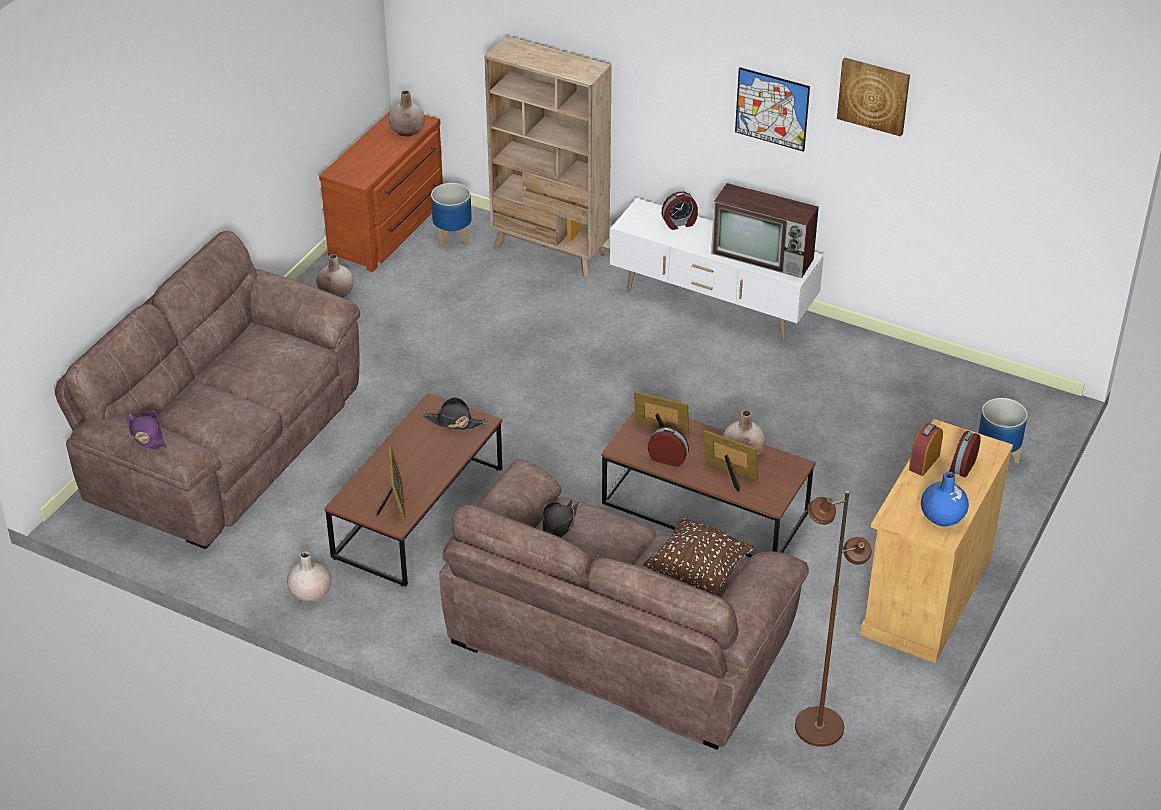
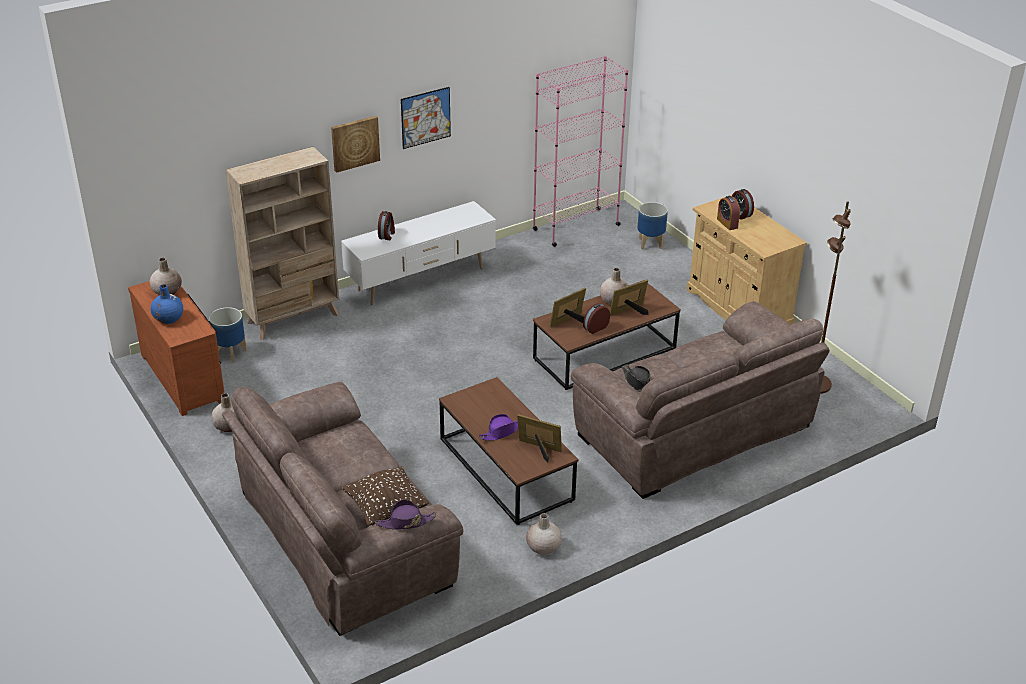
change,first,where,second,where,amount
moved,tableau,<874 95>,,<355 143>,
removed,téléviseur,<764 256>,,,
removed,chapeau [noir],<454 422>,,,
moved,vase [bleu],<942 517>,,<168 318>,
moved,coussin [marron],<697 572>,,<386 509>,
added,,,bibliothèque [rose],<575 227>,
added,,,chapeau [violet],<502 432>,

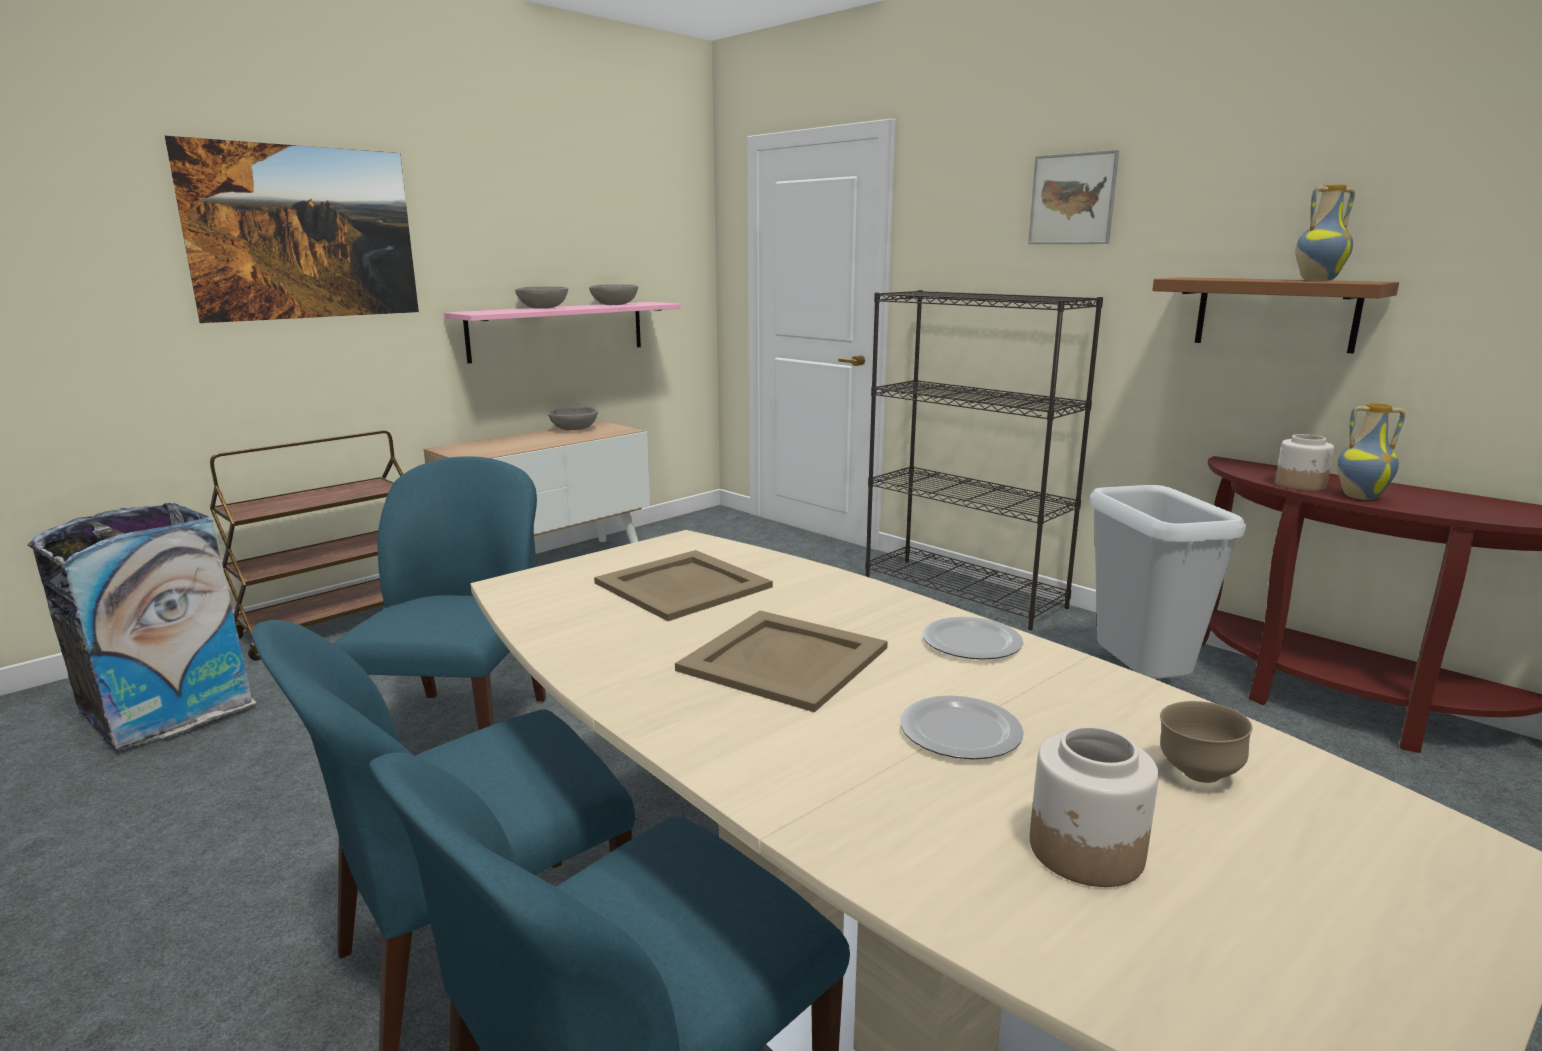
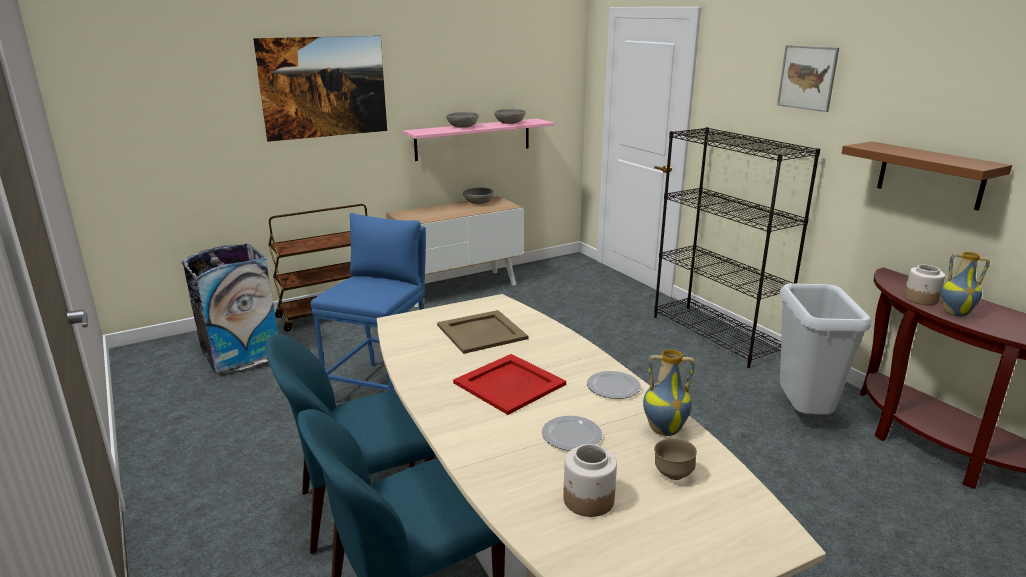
change,first,where,second,where,amount
moved,vase,<1317 280>,,<664 429>,
replaced,chaise [bleu],<460 734>,tabouret [bleu],<382 389>,
recoloured,plateau [beige],<783 658>,plateau [rouge],<509 383>,

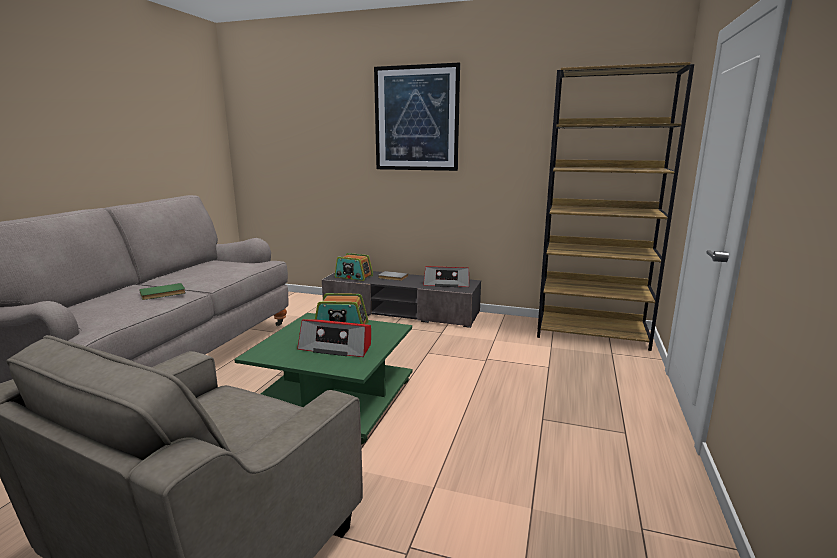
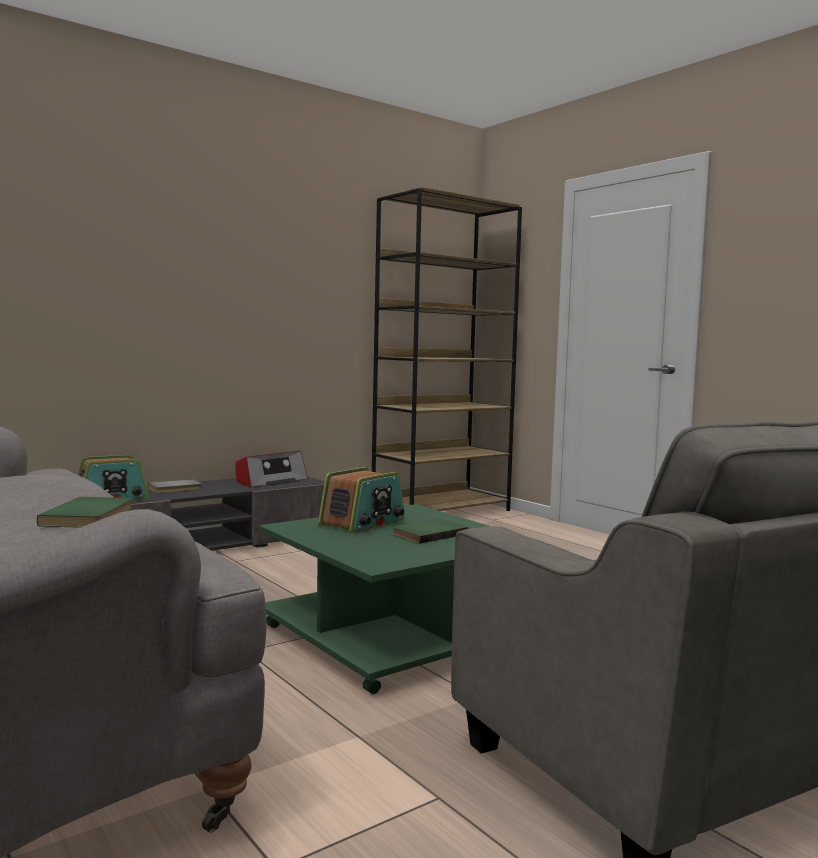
change,first,where,second,where,amount
removed,tableau,<416 119>,,,
replaced,radio,<336 347>,livre [vert],<427 534>,

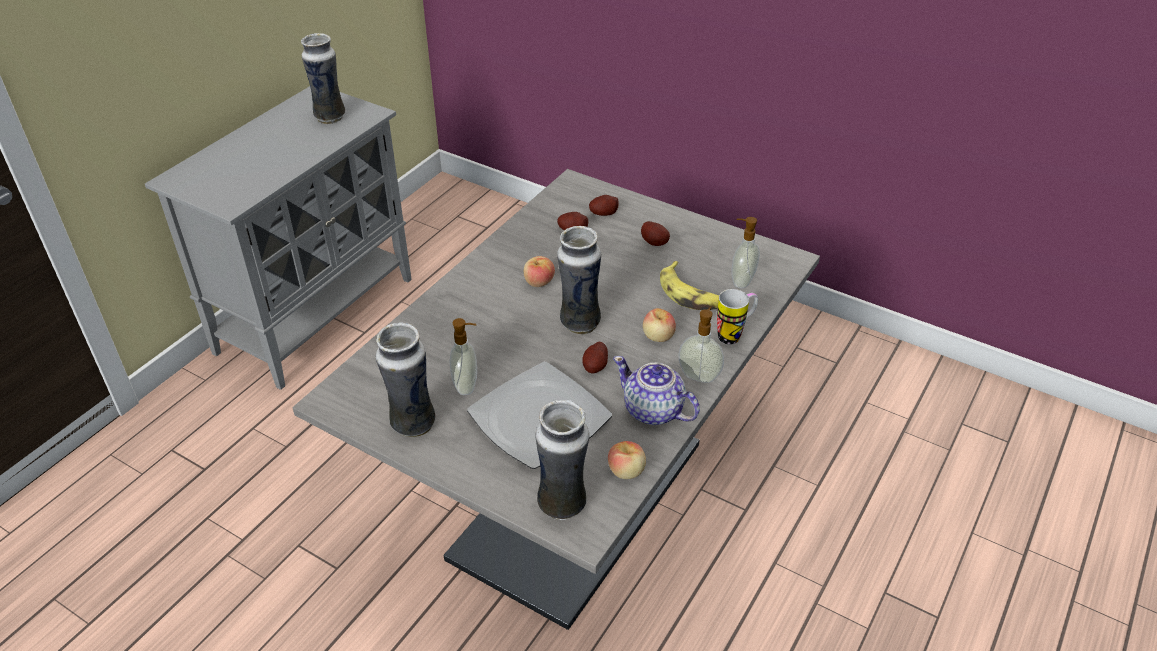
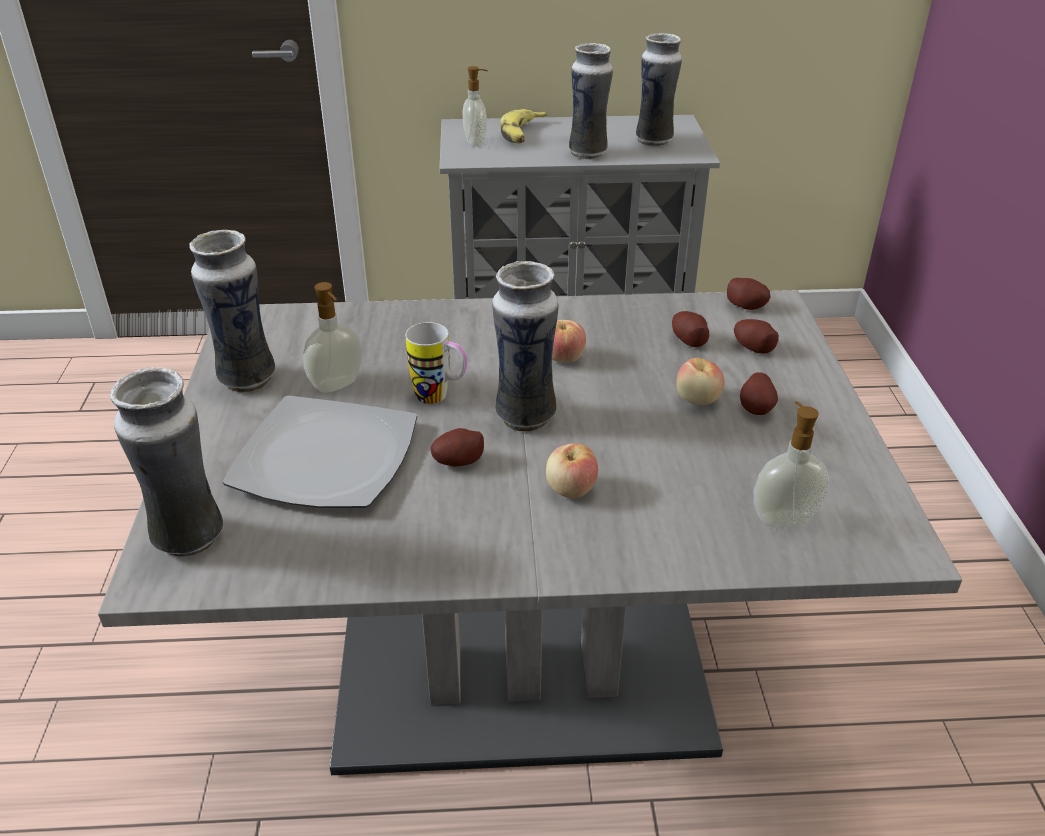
change,first,where,second,where,amount
moved,banane,<690 294>,,<522 134>,
moved,mug,<734 335>,,<440 398>,
moved,distributeur de savon,<699 375>,,<476 142>,
removed,théière,<653 411>,,,
moved,pomme,<626 471>,,<697 400>,
added,,,vase,<588 153>,
added,,,pomme de terre,<746 305>,

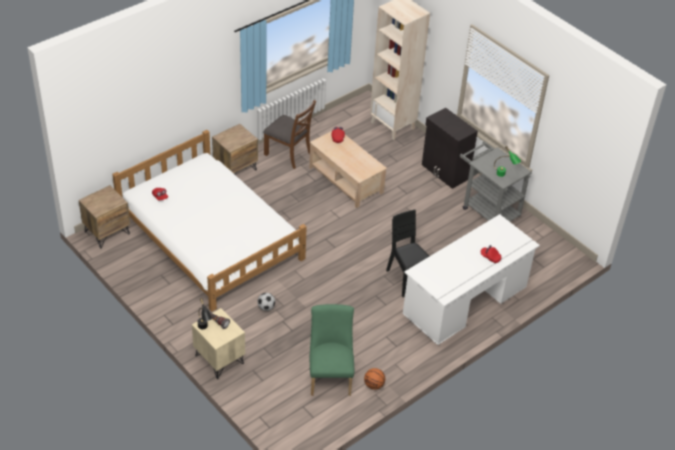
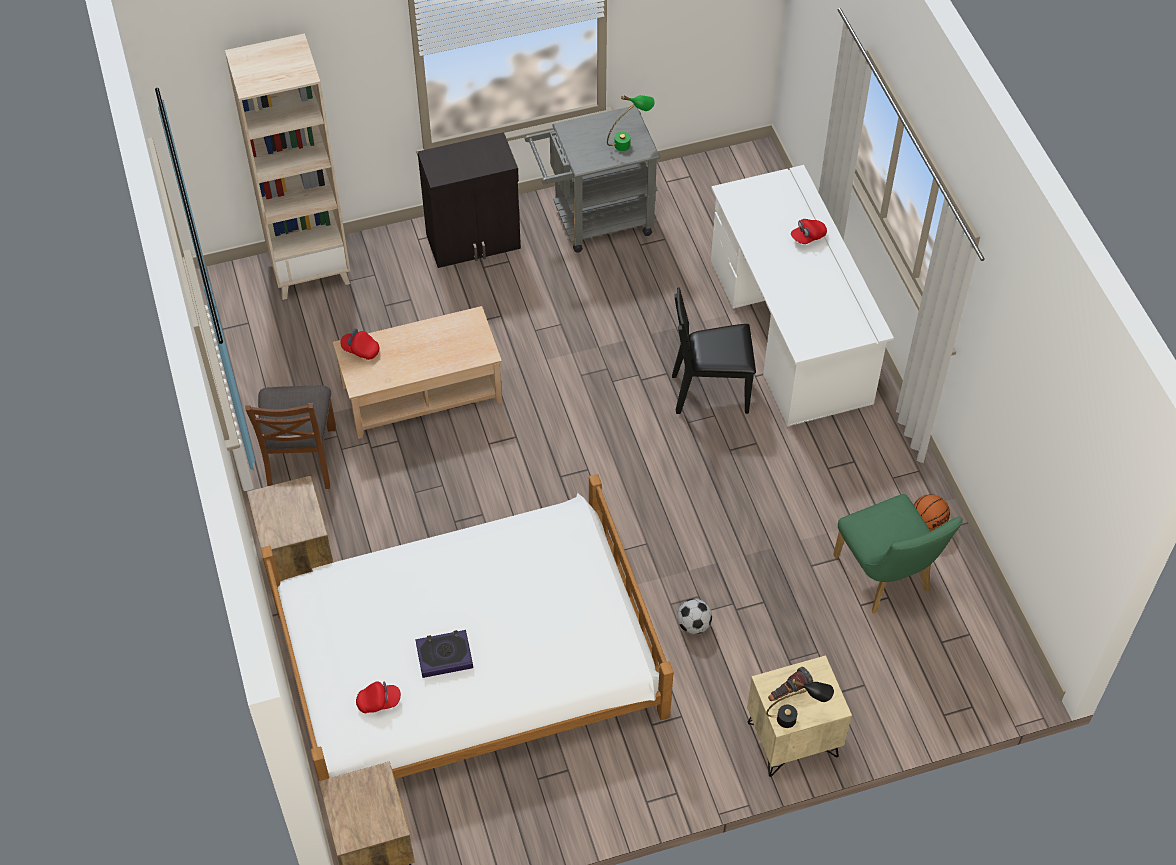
change,first,where,second,where,amount
turned,chaise [marron],<288 154>,,<300 458>,120 degrees clockwise
turned,chaise [vert],<330 375>,,<886 579>,135 degrees counterclockwise
added,,,livre,<444 655>,

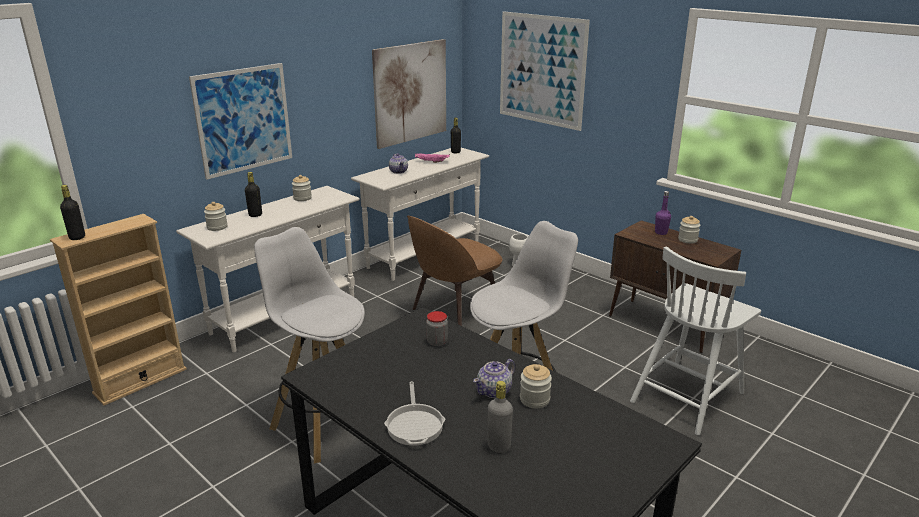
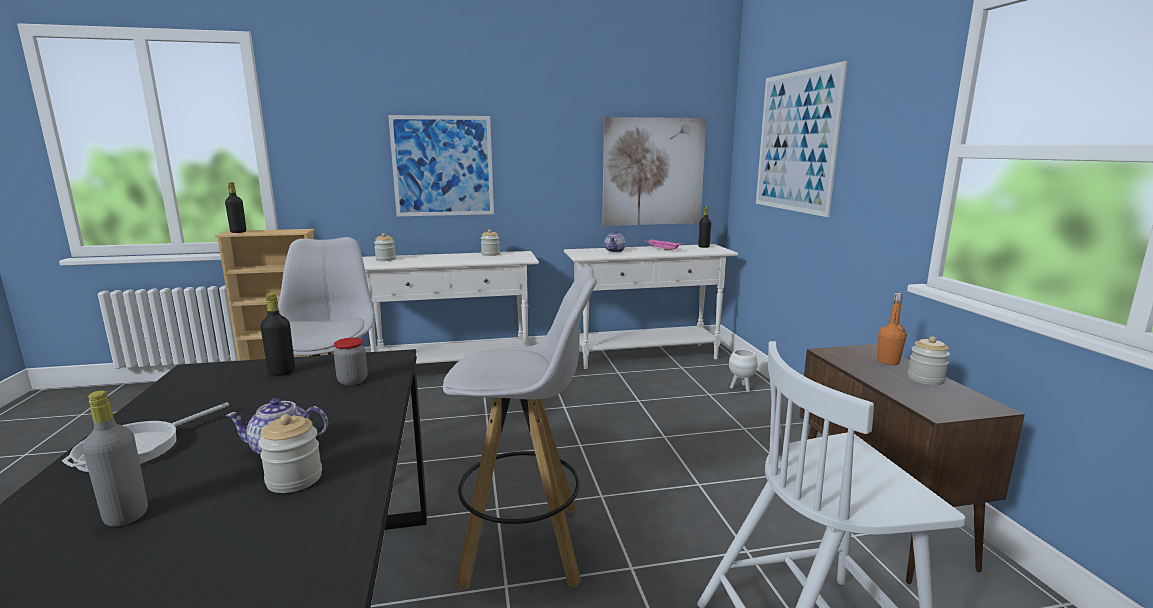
change,first,where,second,where,amount
moved,bouteille [noir],<255 215>,,<282 372>,
recoloured,bouteille [violet],<661 232>,bouteille [orange],<888 362>,
removed,chaise [marron],<454 312>,,,

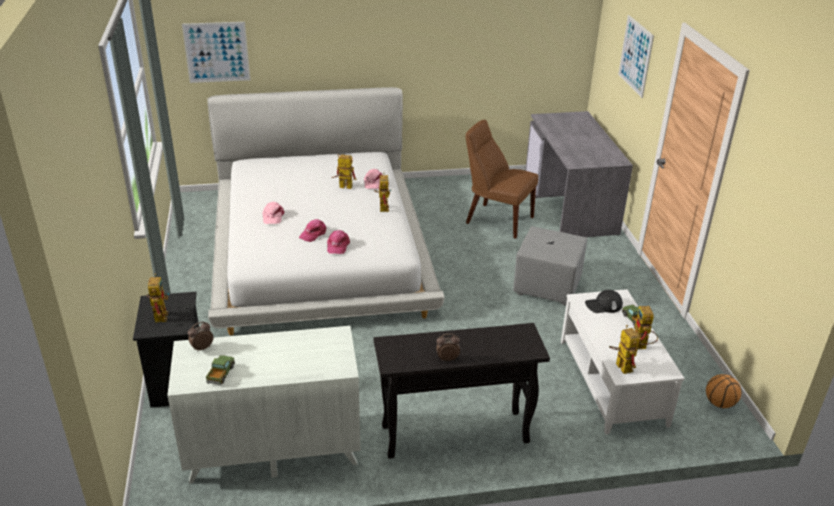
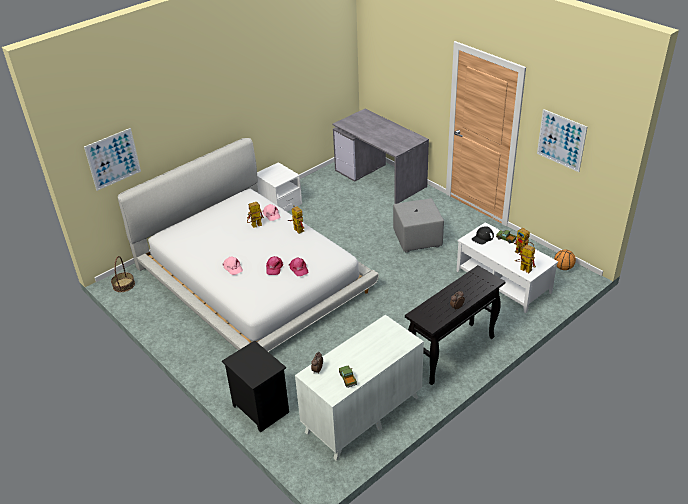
change,first,where,second,where,amount
moved,tableau,<635 56>,,<561 140>,
removed,chaise [marron],<496 219>,,,
removed,robot jouet,<160 314>,,,
added,,,table de chevet [blanc],<279 203>,
added,,,panier,<123 285>,

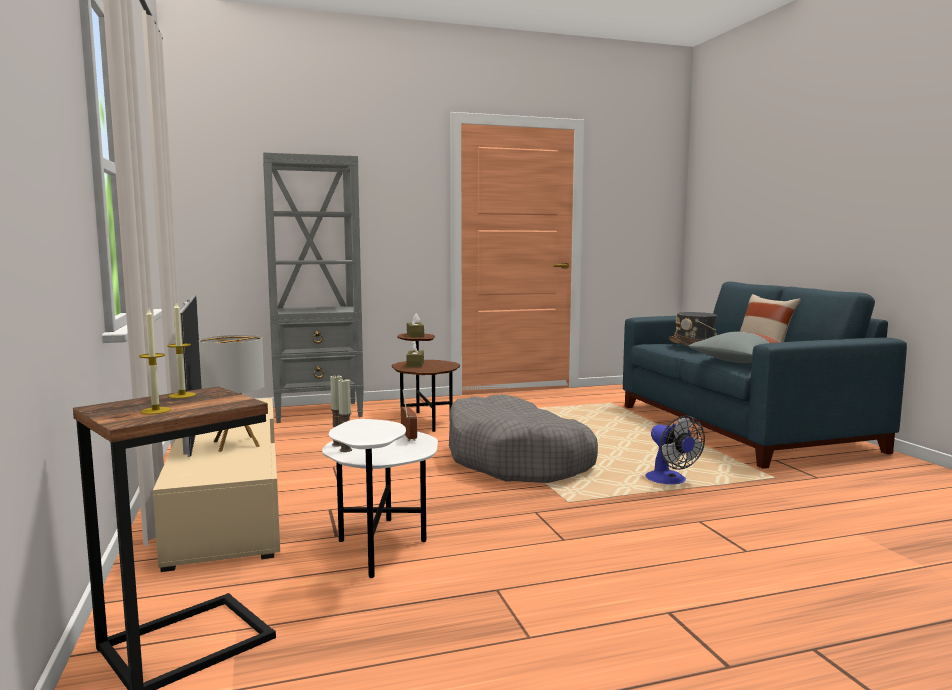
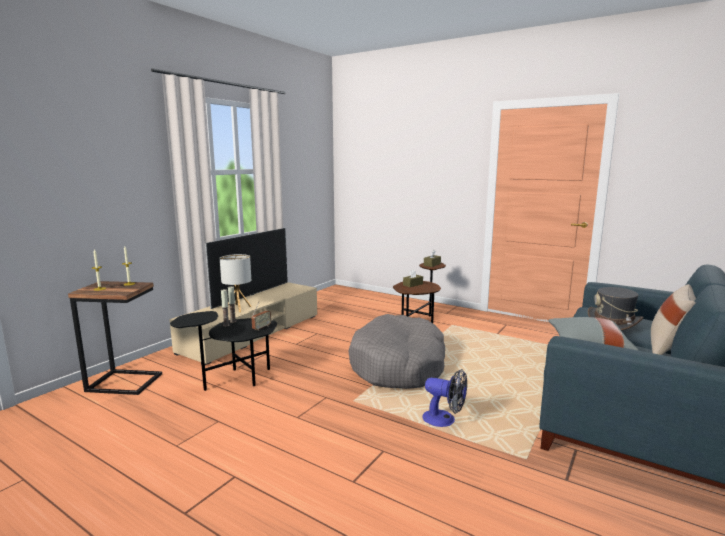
change,first,where,second,where,amount
removed,bibliothèque [gris],<319 412>,,,
turned,ventilateur,<670 480>,,<444 420>,90 degrees counterclockwise
recoloured,table d'appoint [blanc],<381 549>,table d'appoint [noir],<234 380>,

